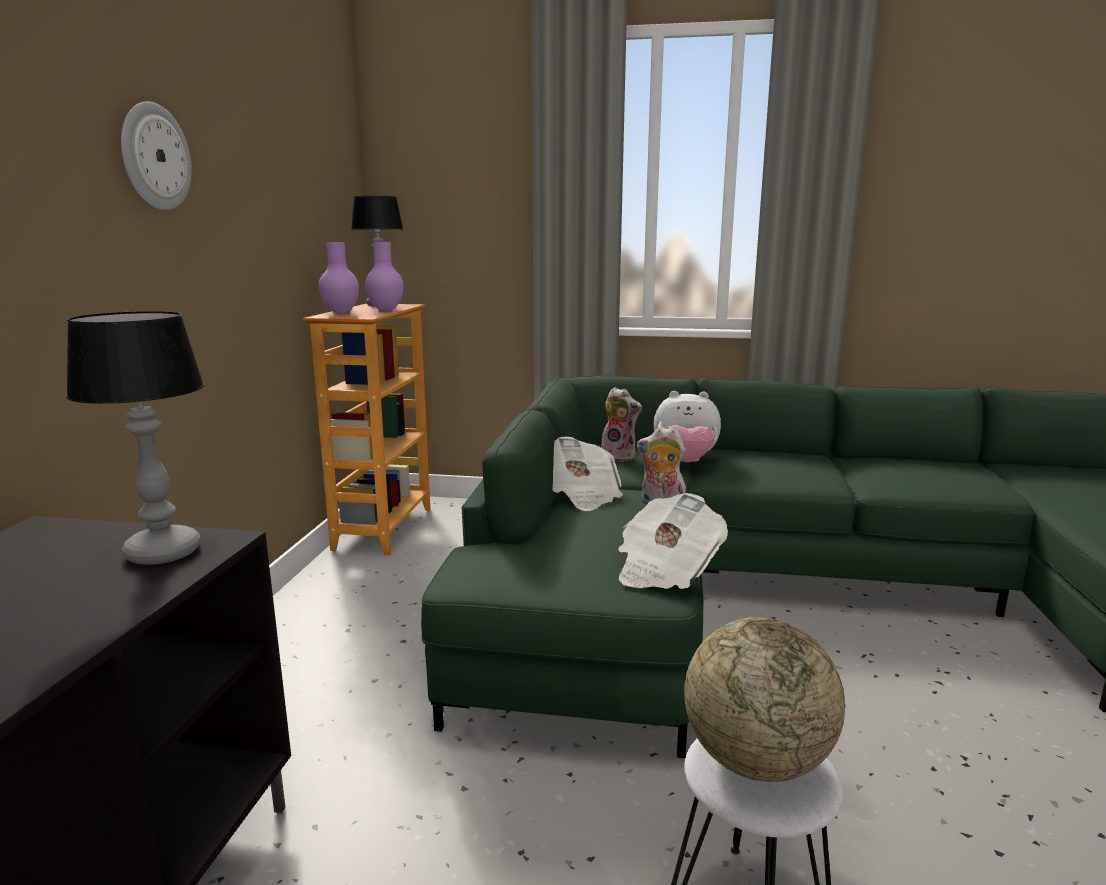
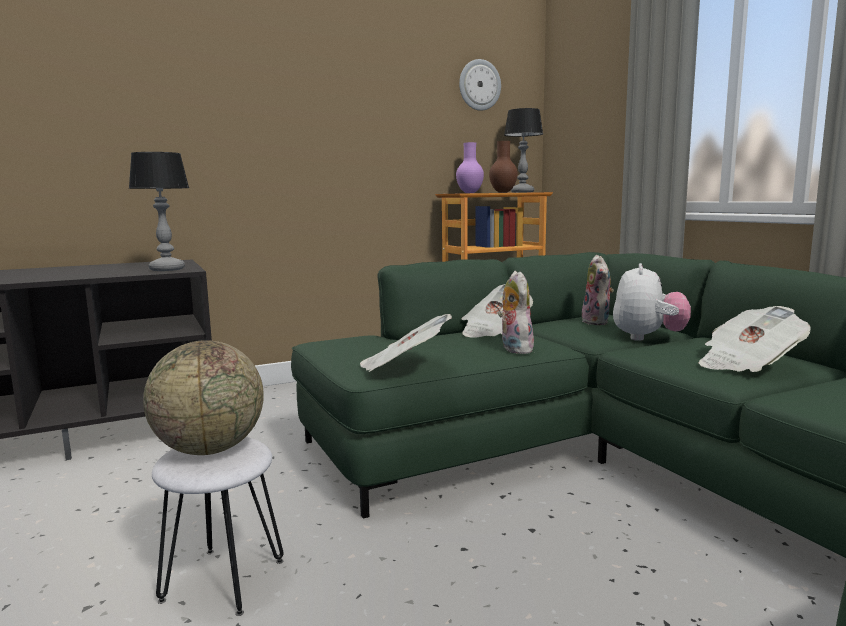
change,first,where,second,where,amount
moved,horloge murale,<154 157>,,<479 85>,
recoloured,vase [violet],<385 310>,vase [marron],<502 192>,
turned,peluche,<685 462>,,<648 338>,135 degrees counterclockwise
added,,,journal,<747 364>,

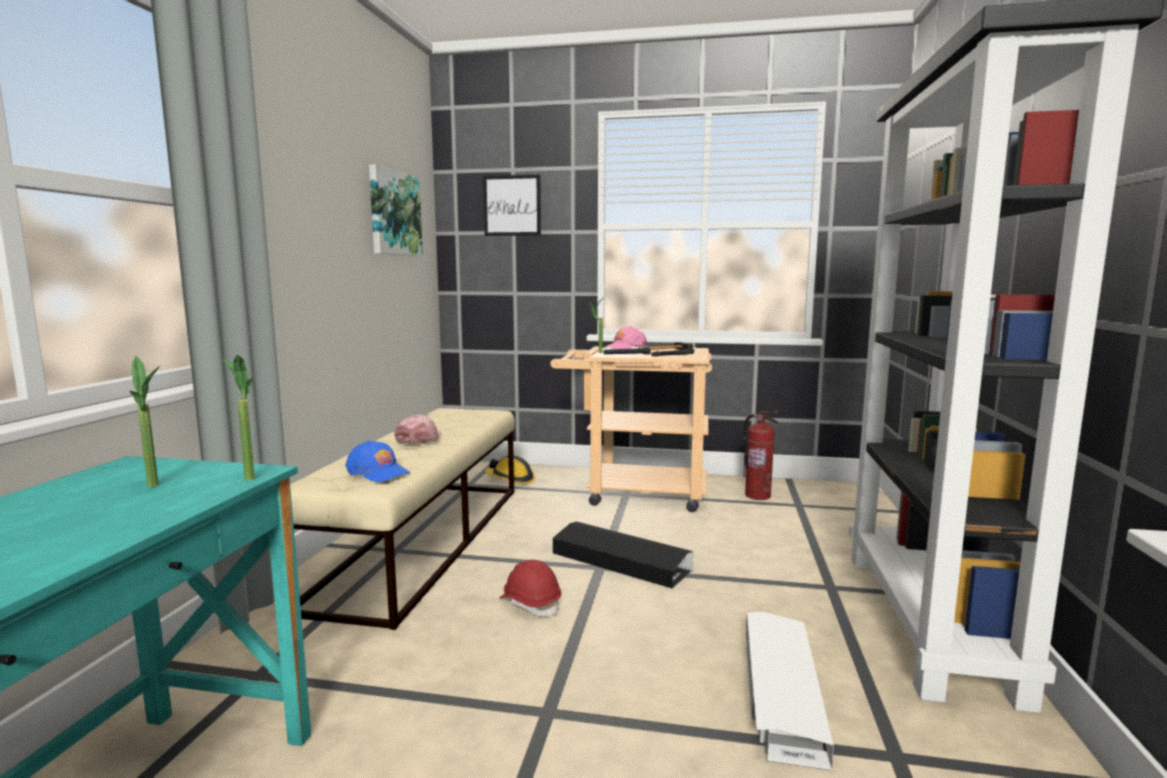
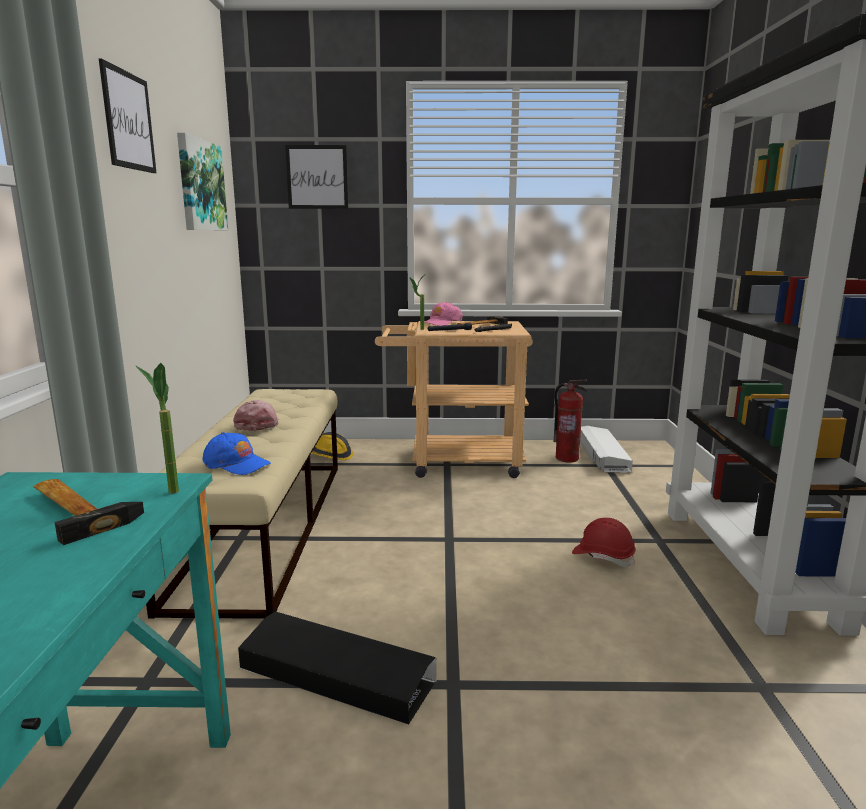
change,first,where,second,where,amount
replaced,plante en pot,<157 487>,marteau,<77 509>,
moved,boîte de rangement [noir],<620 562>,,<336 674>,
moved,casque de chantier [rouge],<530 603>,,<603 556>,
moved,boîte de rangement [blanc],<781 693>,,<602 455>,
added,,,tableau,<128 121>,

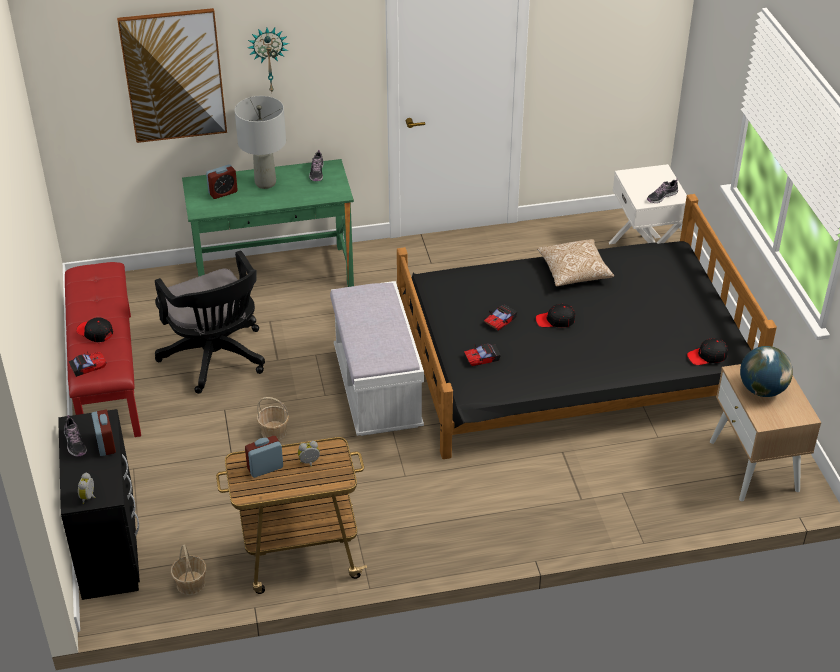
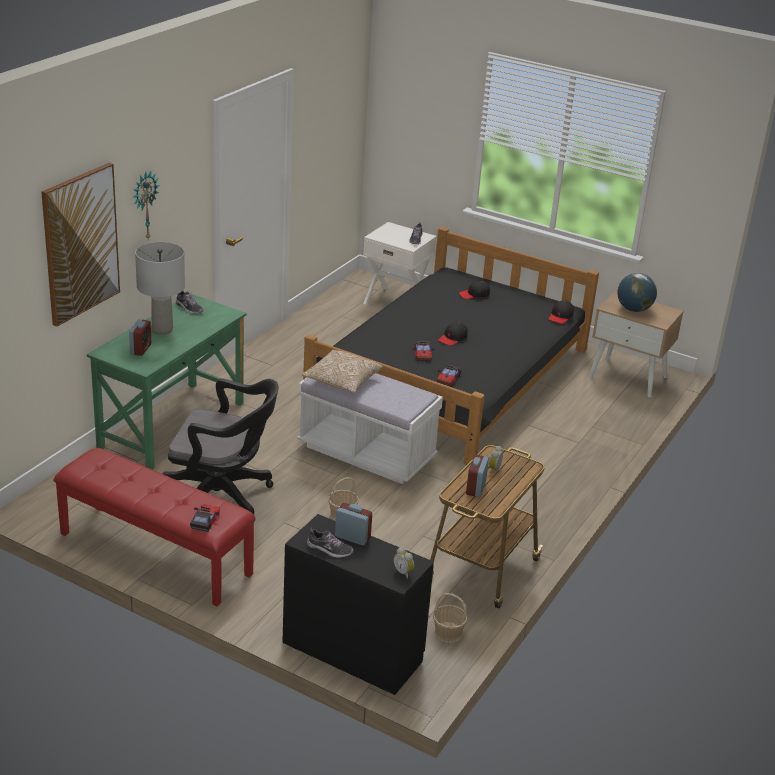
change,first,where,second,where,amount
moved,coussin,<574 272>,,<342 381>,
moved,casquette [noir],<95 333>,,<474 294>,

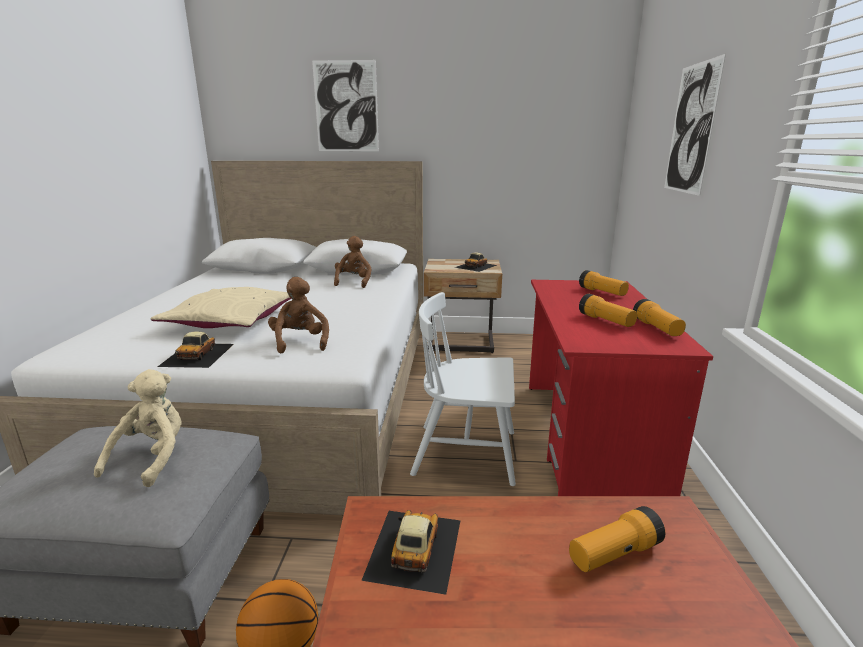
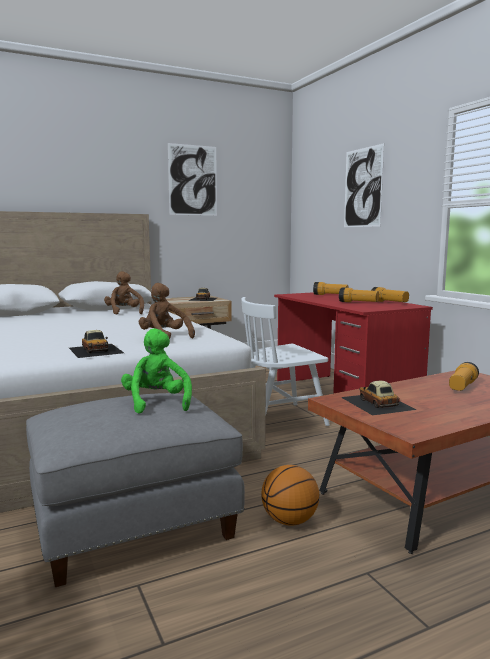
change,first,where,second,where,amount
moved,tableau,<346 107>,,<193 180>,
removed,coussin [beige],<231 320>,,,
recoloured,peluche [beige],<152 458>,peluche [vert],<157 403>,

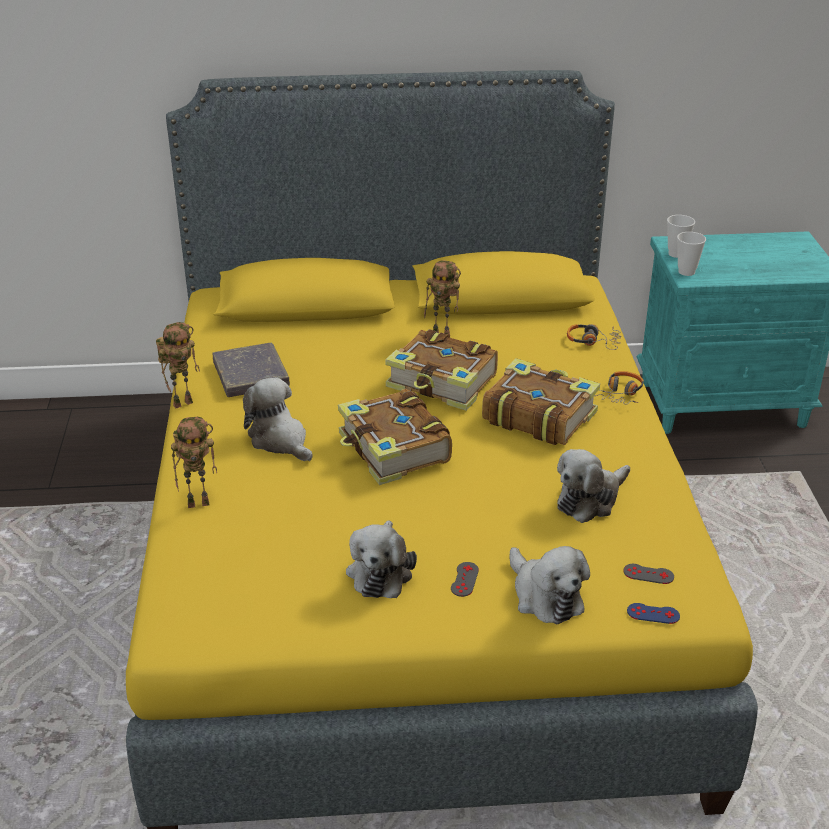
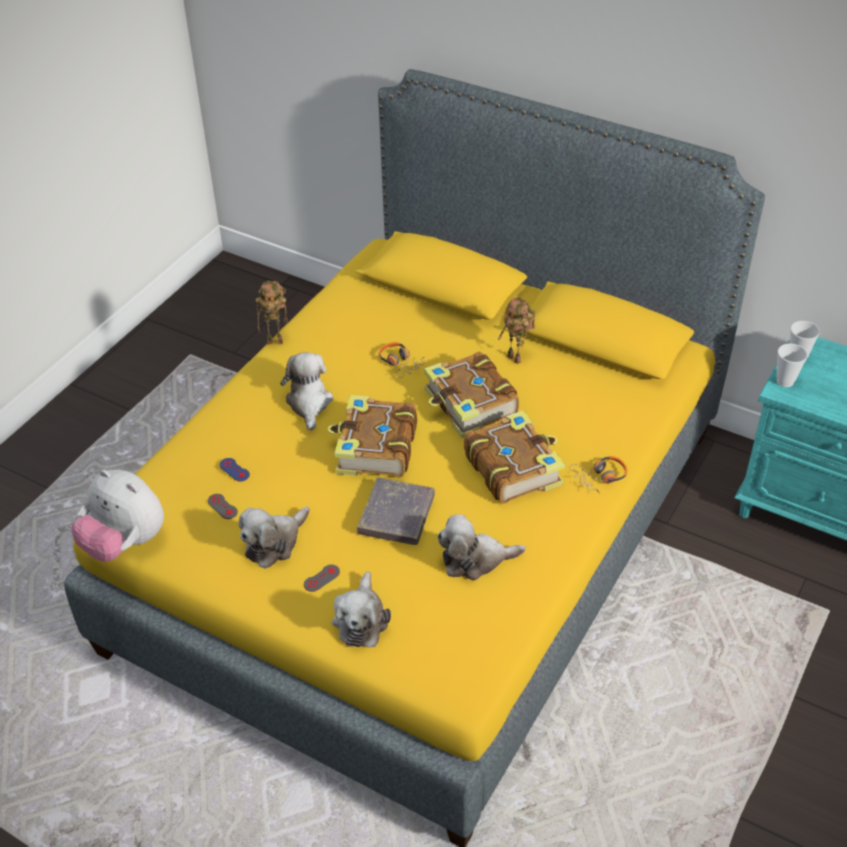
change,first,where,second,where,amount
moved,casque audio,<593 341>,,<400 363>,
moved,livre [gris],<251 375>,,<397 515>,
removed,robot jouet,<200 502>,,,
moved,manette [gris],<648 574>,,<222 506>,
moved,manette [bleu],<653 613>,,<234 470>,
added,,,peluche,<125 543>,

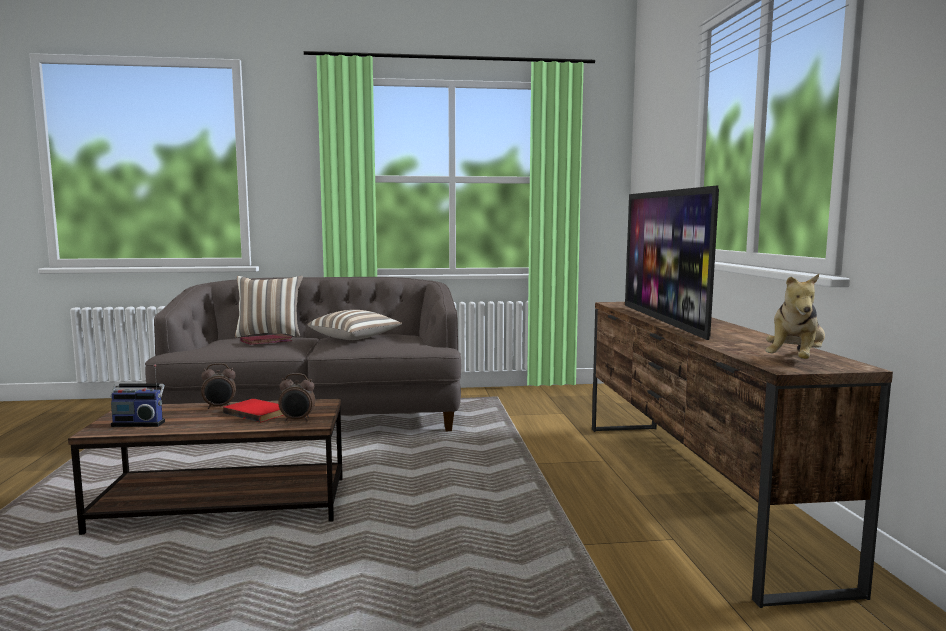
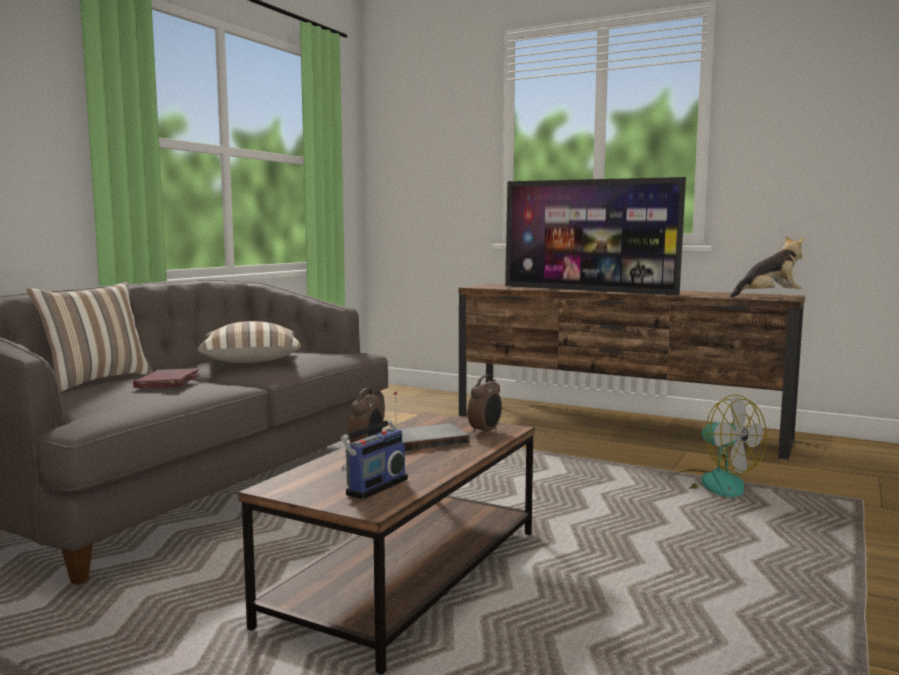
change,first,where,second,where,amount
turned,peluche,<795 362>,,<768 297>,75 degrees counterclockwise
recoloured,livre [rouge],<258 412>,livre [gris],<425 440>,
added,,,ventilateur,<712 483>,

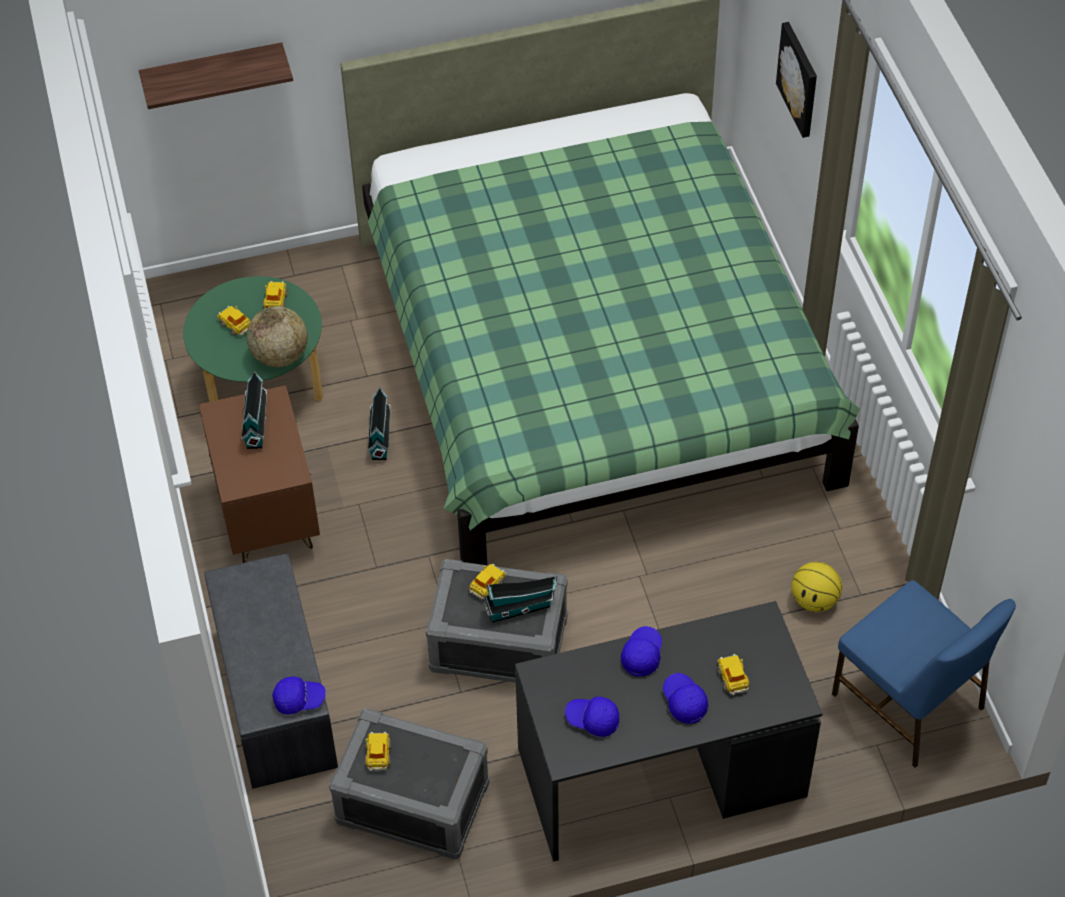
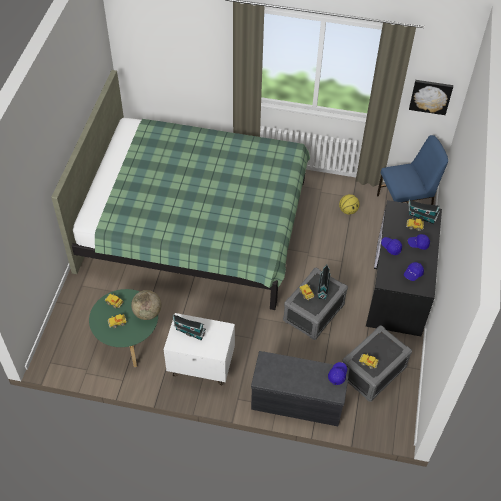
change,first,where,second,where,amount
moved,tableau,<800 79>,,<430 96>,
removed,étagère,<213 73>,,,
recoloured,table de chevet [marron],<267 516>,table de chevet [blanc],<201 367>,
moved,maison miniature,<380 436>,,<421 216>,

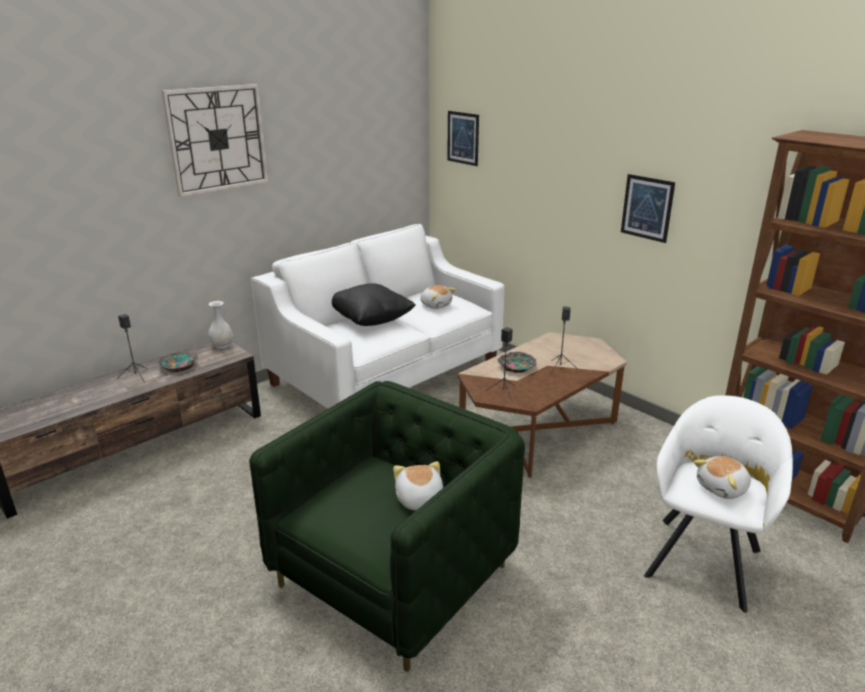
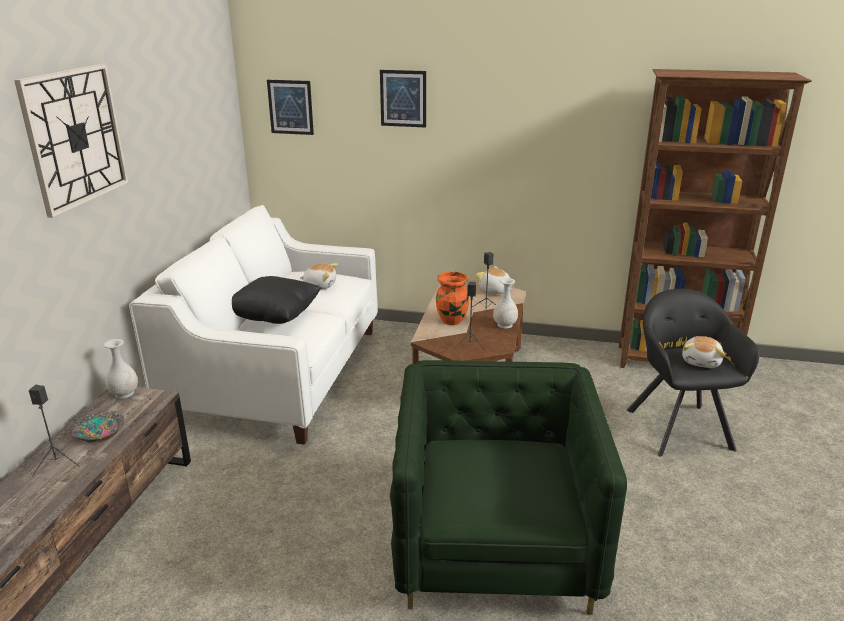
change,first,where,second,where,amount
moved,tableau,<647 208>,,<403 98>,
replaced,bol,<517 367>,vase [orange],<452 321>,
recoloured,fauteuil [blanc],<704 558>,fauteuil [noir],<678 425>,
moved,peluche,<419 500>,,<495 290>,
added,,,vase [blanc],<505 325>,

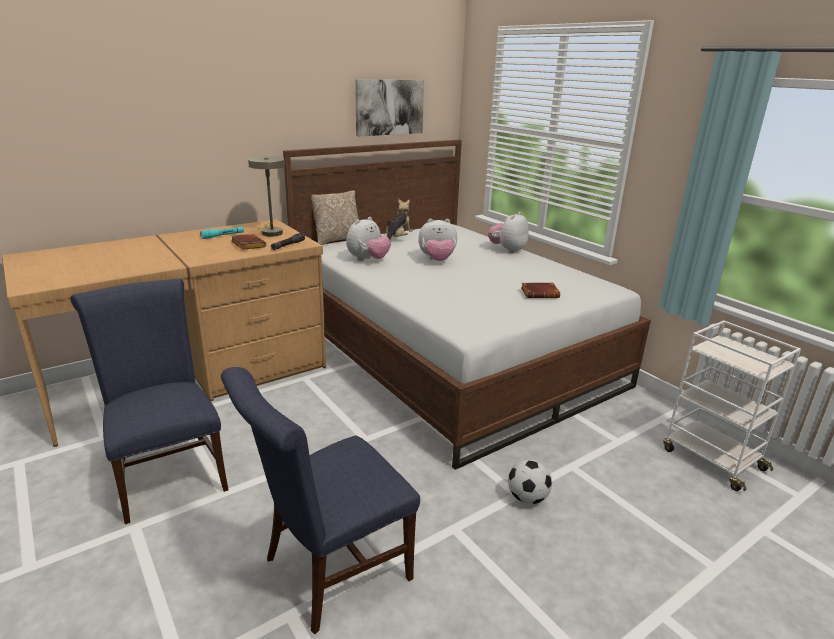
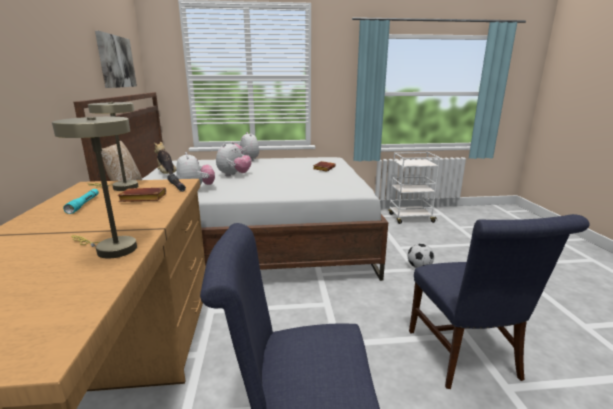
change,first,where,second,where,amount
added,,,lampe de table [beige],<111 249>,

